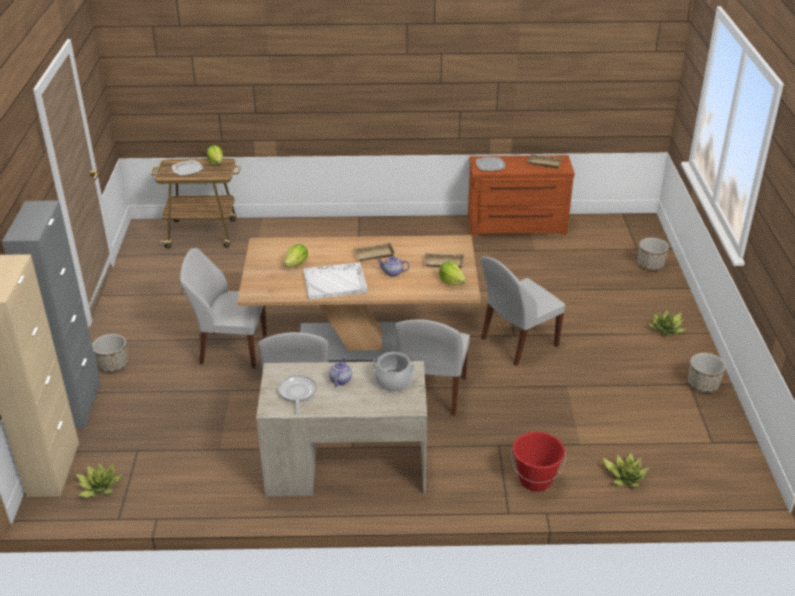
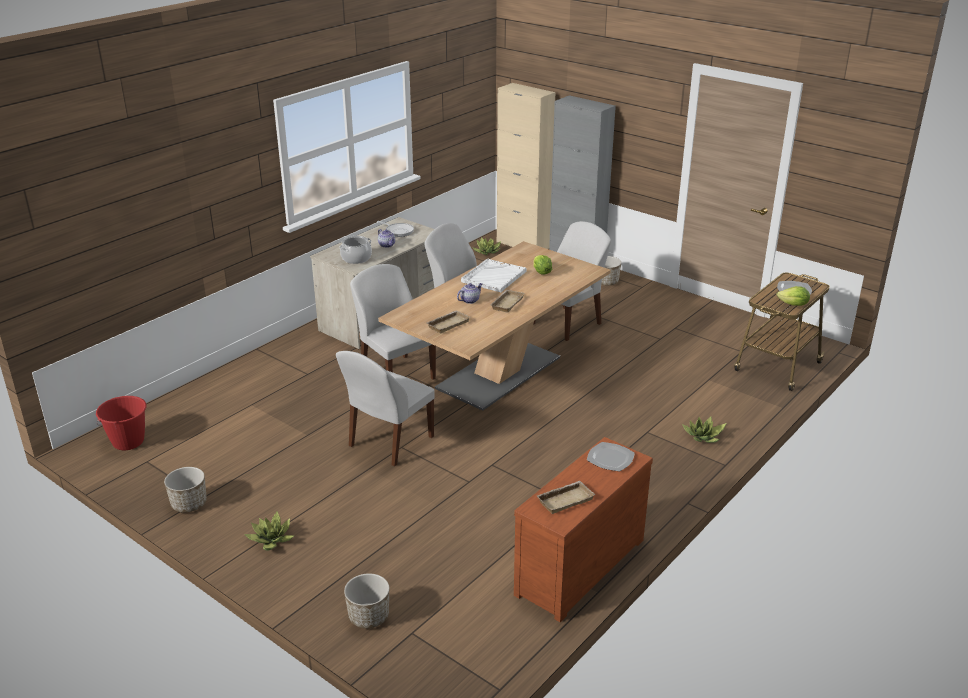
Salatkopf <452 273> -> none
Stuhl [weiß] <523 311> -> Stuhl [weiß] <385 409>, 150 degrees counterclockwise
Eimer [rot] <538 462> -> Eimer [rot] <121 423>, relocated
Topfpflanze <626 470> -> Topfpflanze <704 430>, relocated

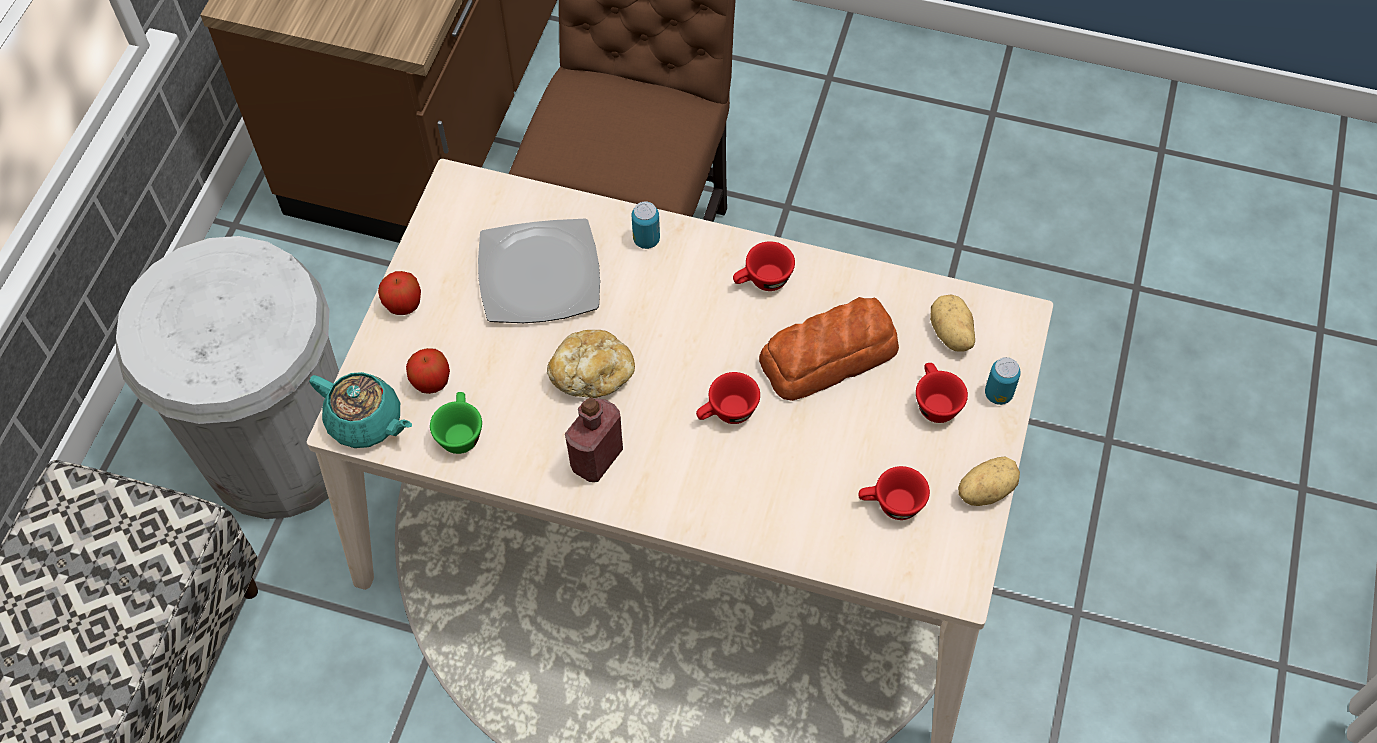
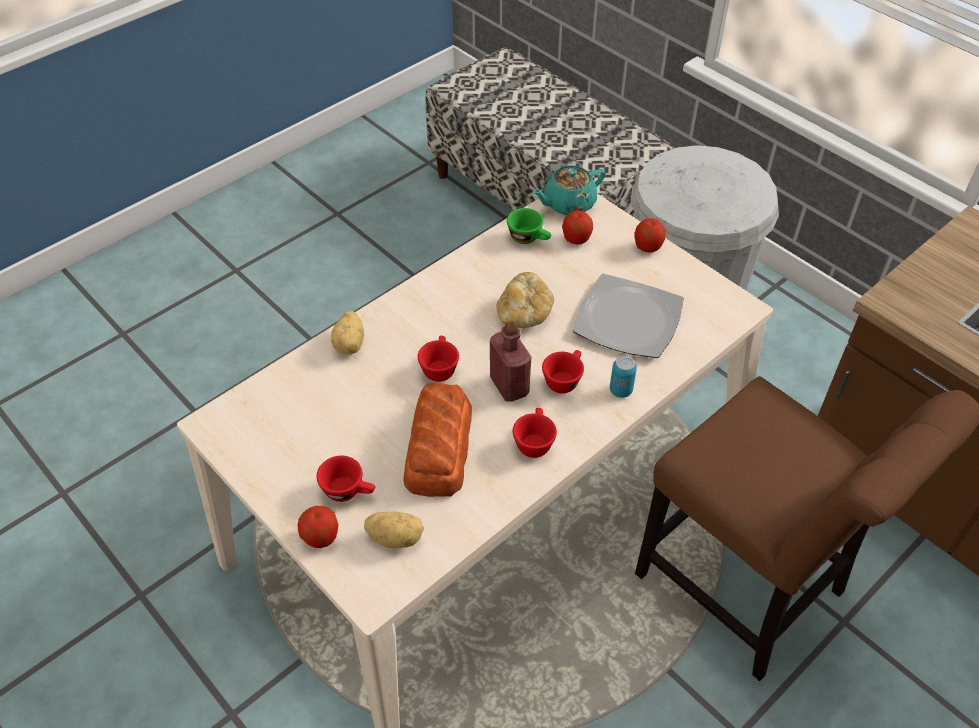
Flasche [rot] <594 440> -> Flasche [rot] <510 361>, relocated
Tasse [rot] <894 493> -> Tasse [rot] <563 371>, relocated
Kartoffel <989 481> -> Kartoffel <347 333>, relocated
Dose <1003 381> -> Apfel <317 527>

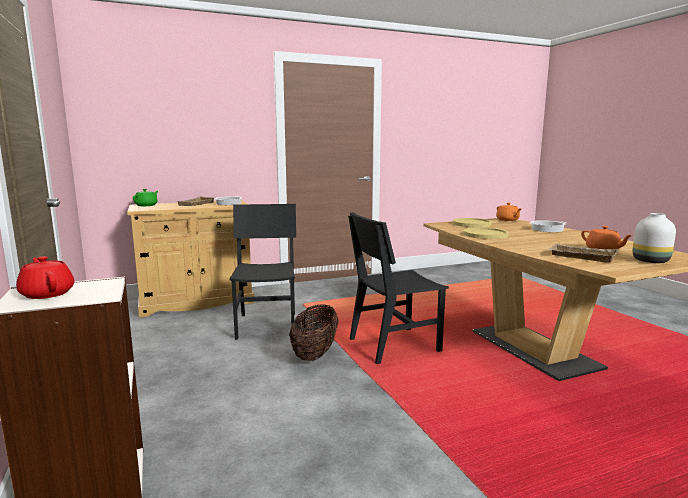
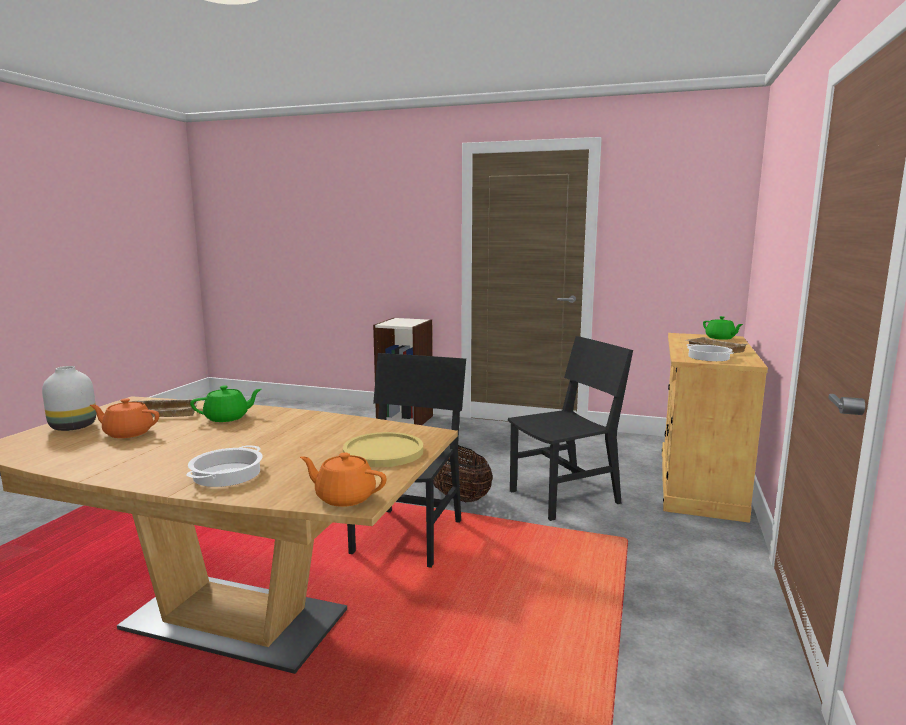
Teekanne [rot] <45 277> -> none
Stuhl [schwarz] <262 272> -> Stuhl [schwarz] <570 428>, 60 degrees counterclockwise
Teller [gelb] <486 233> -> none
none -> Teekanne [grün] <226 404>

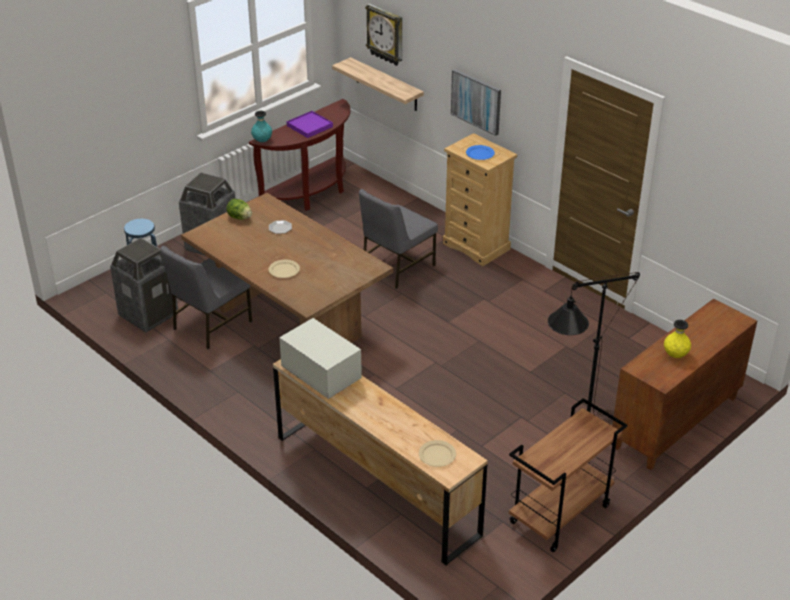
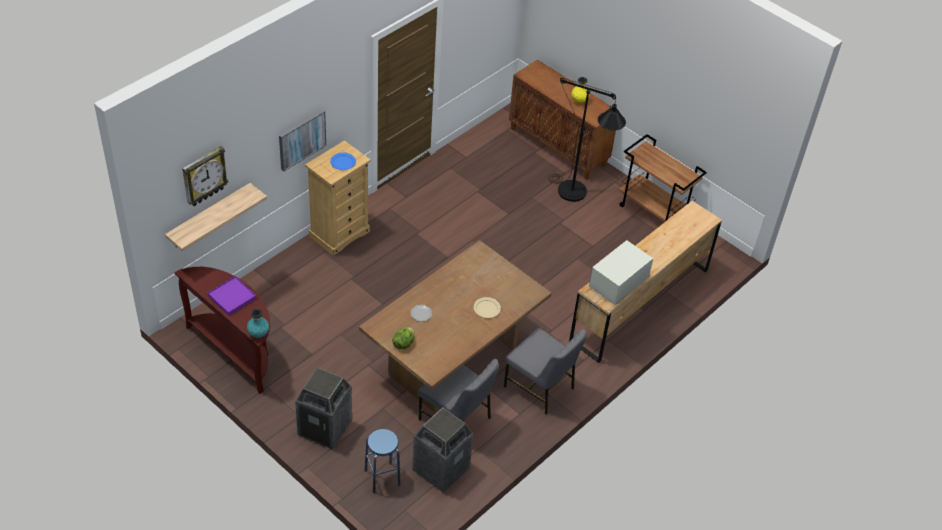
Stuhl [grau] <398 239> -> Stuhl [grau] <545 371>, relocated
Teller [beige] <437 453> -> none

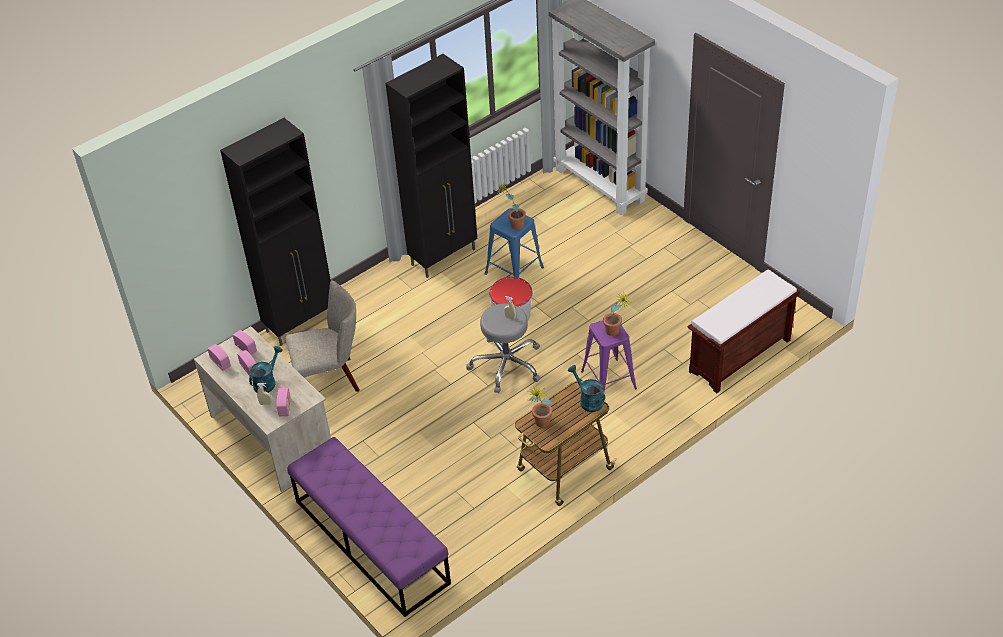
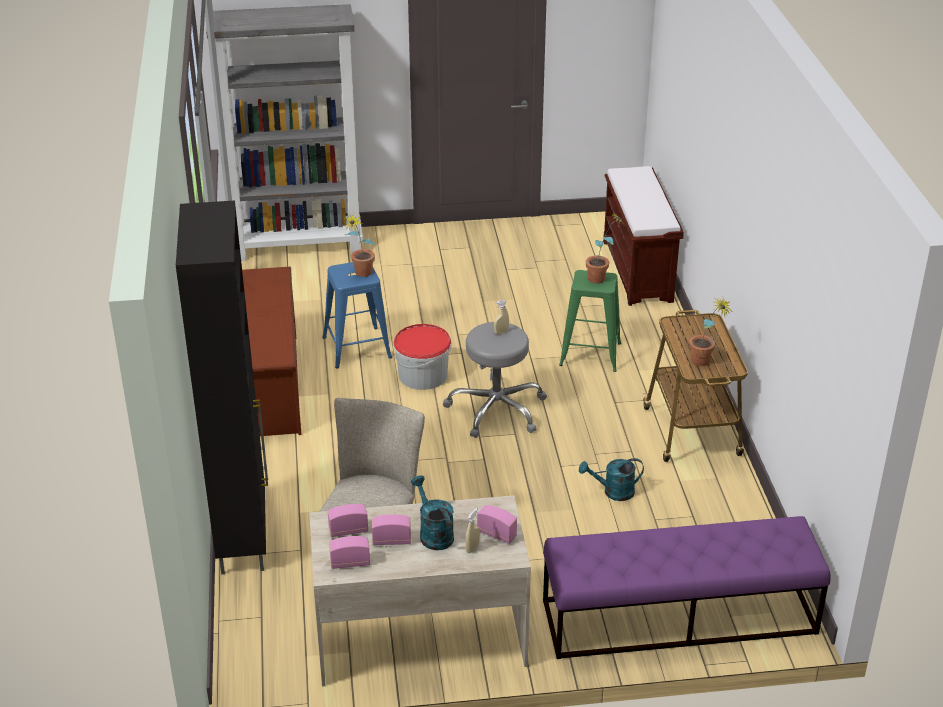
Schrank [schwarz] <431 166> -> Schuhregal [braun] <271 351>
Gießkanne [türkis] <586 388> -> Gießkanne [türkis] <611 479>, relocated
Hocker [lila] <609 355> -> Hocker [grün] <590 321>

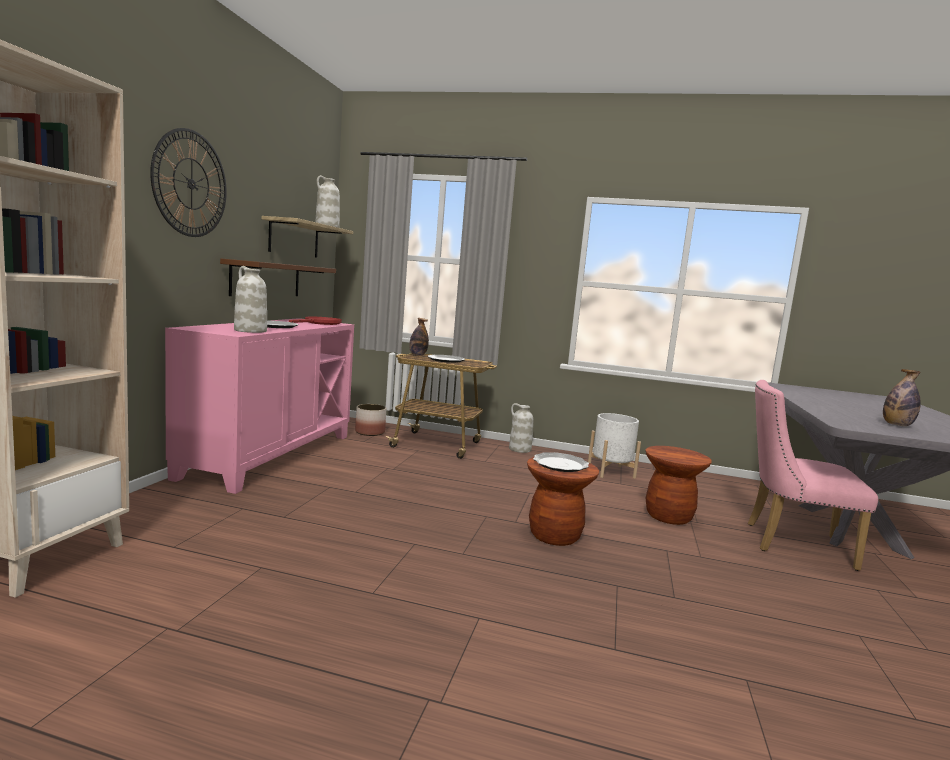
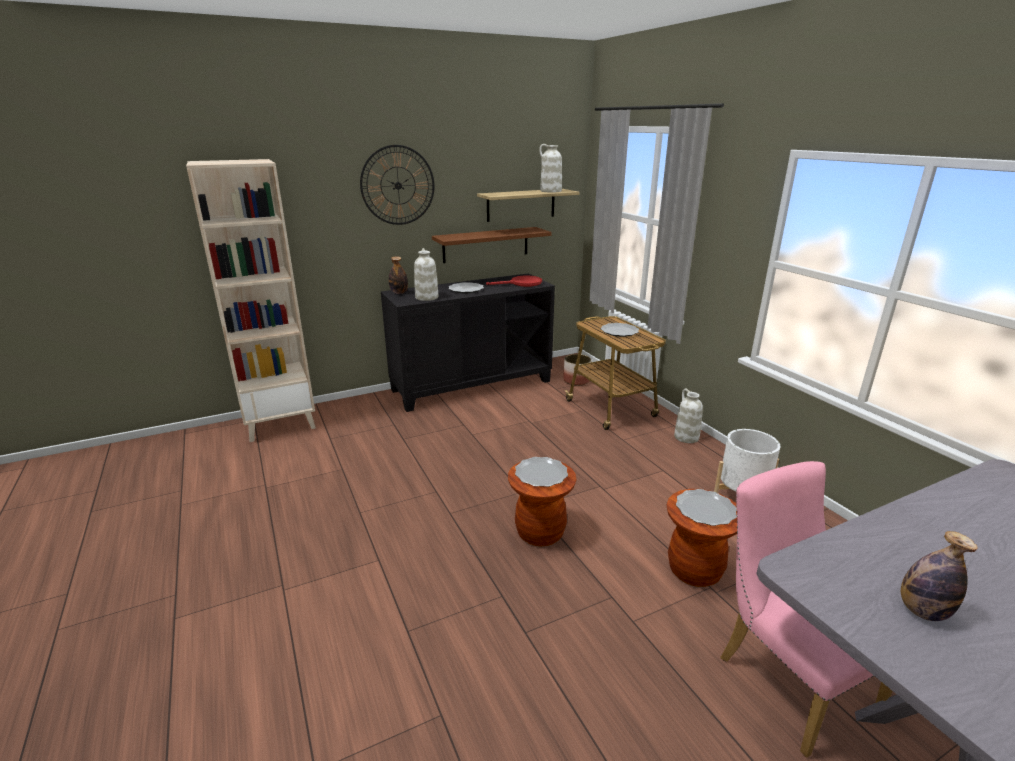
Schrank [rosa] <259 406> -> Schrank [schwarz] <468 342>
Flasche <419 336> -> Flasche <398 275>, relocated
none -> Teller <706 507>

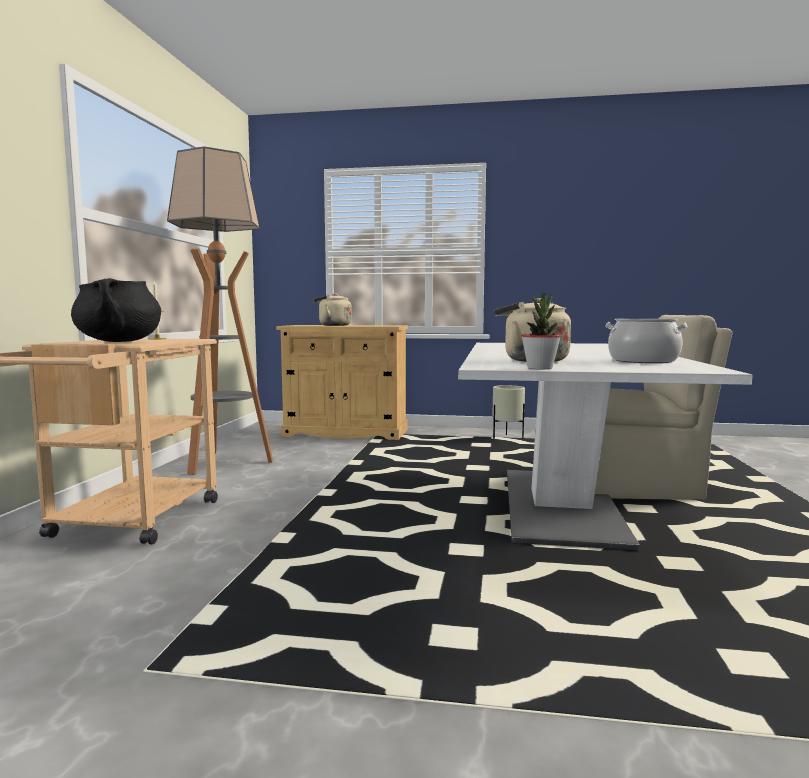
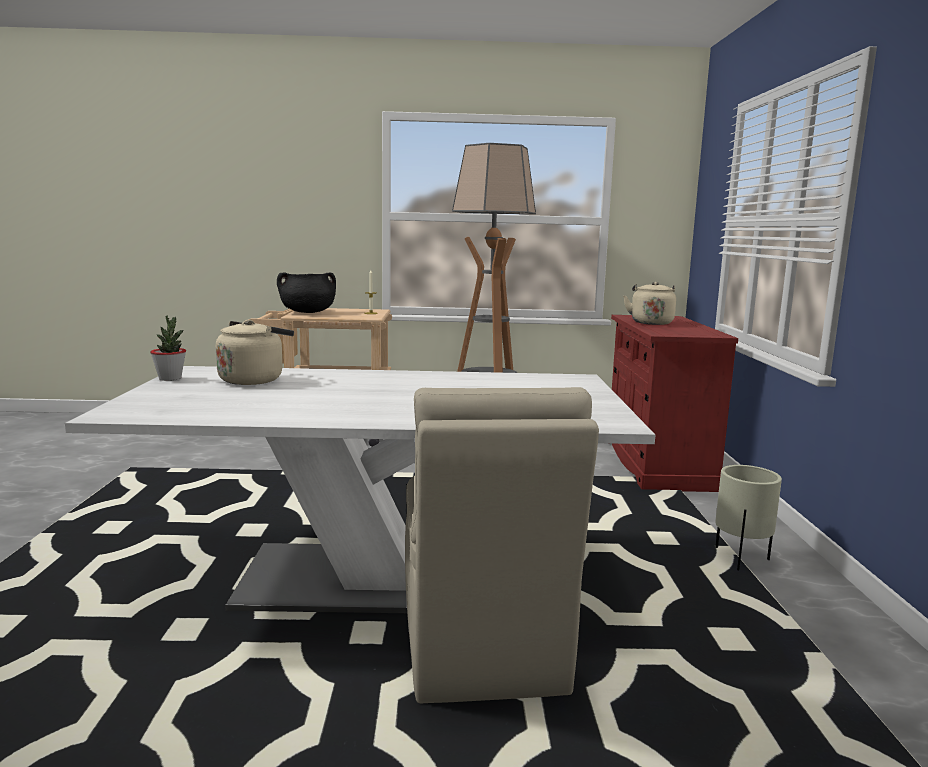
Schrank [beige] <342 382> -> Schrank [rot] <673 403>
Kochtopf <646 341> -> none

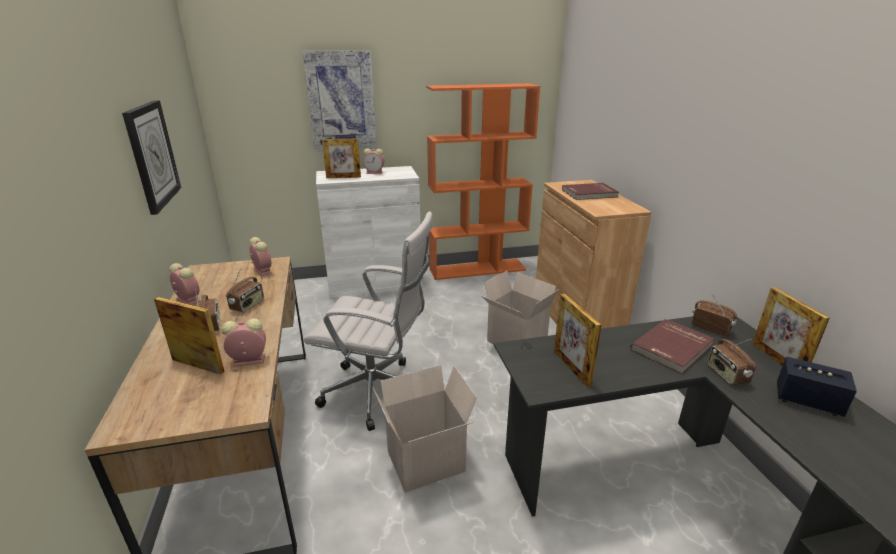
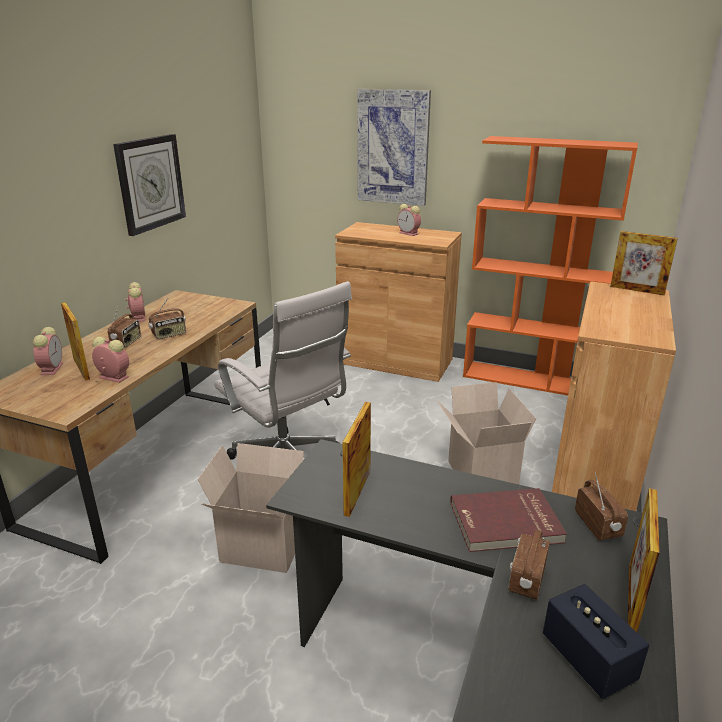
Wecker <260 256> -> Wecker <48 351>, relocated
Schrank [weiß] <369 232> -> Schrank [braun] <398 302>
Bilderrahmen <341 158> -> Bilderrahmen <644 263>, relocated
Buch [rot] <590 191> -> none

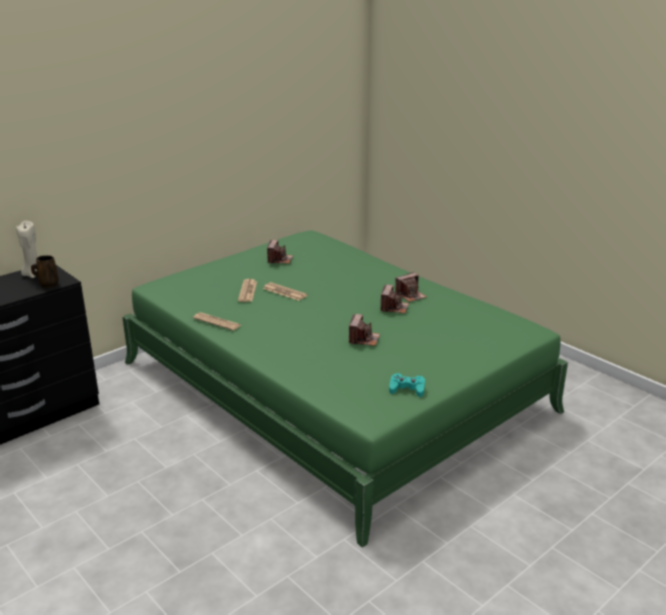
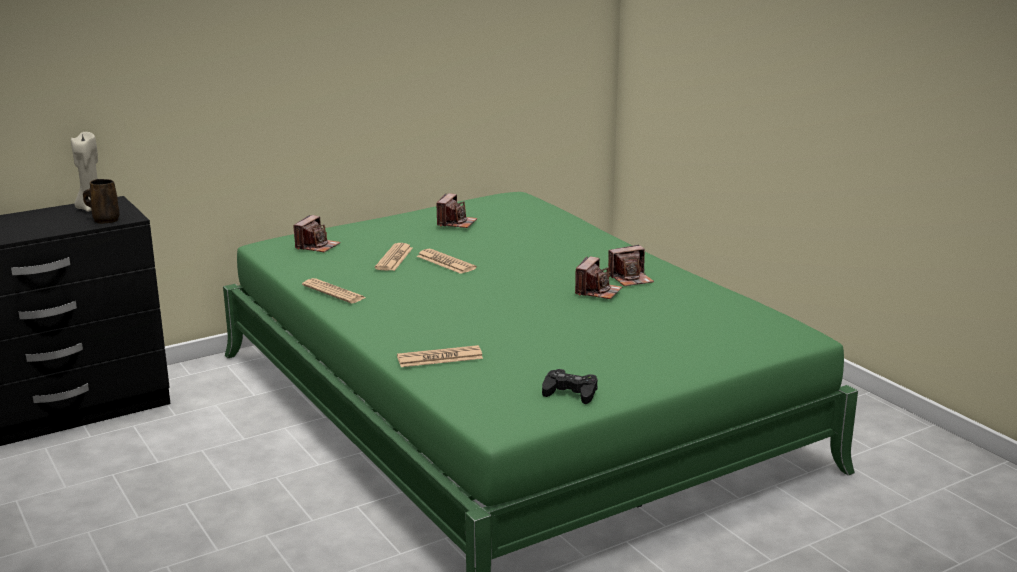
Kamera <364 330> -> Kamera <317 233>, relocated
Gamepad [türkis] <407 385> -> Gamepad [schwarz] <570 386>
none -> Zeitung <440 356>

